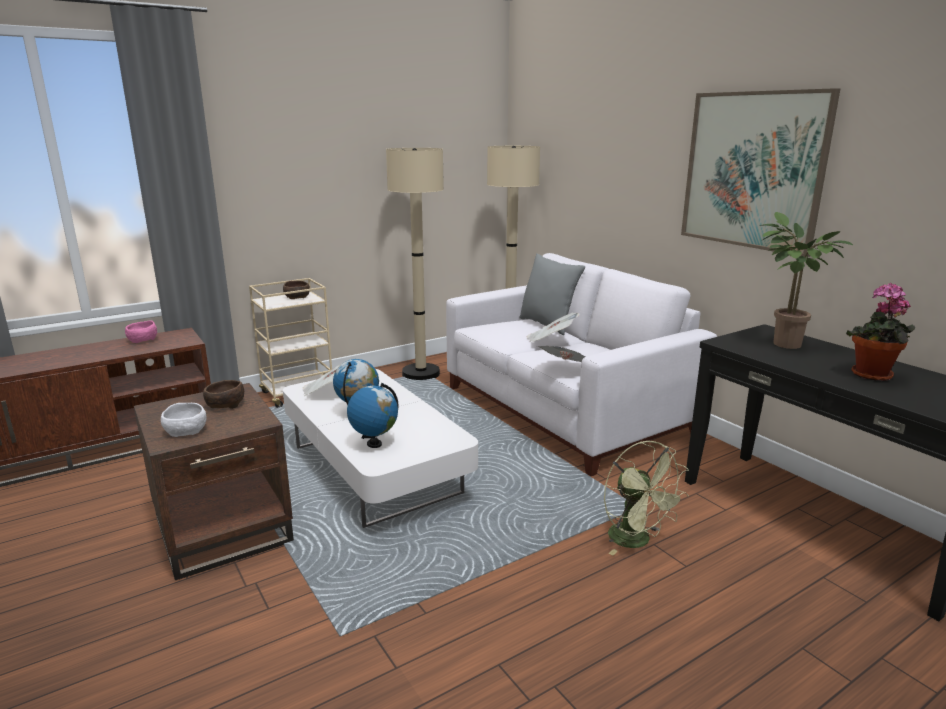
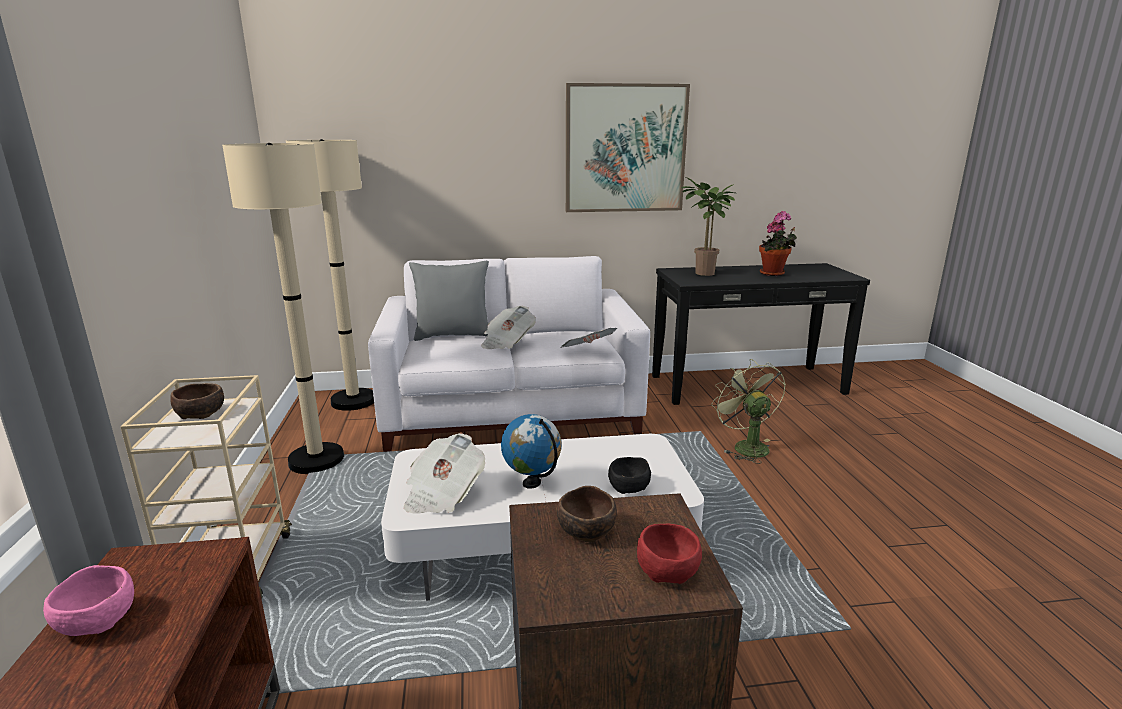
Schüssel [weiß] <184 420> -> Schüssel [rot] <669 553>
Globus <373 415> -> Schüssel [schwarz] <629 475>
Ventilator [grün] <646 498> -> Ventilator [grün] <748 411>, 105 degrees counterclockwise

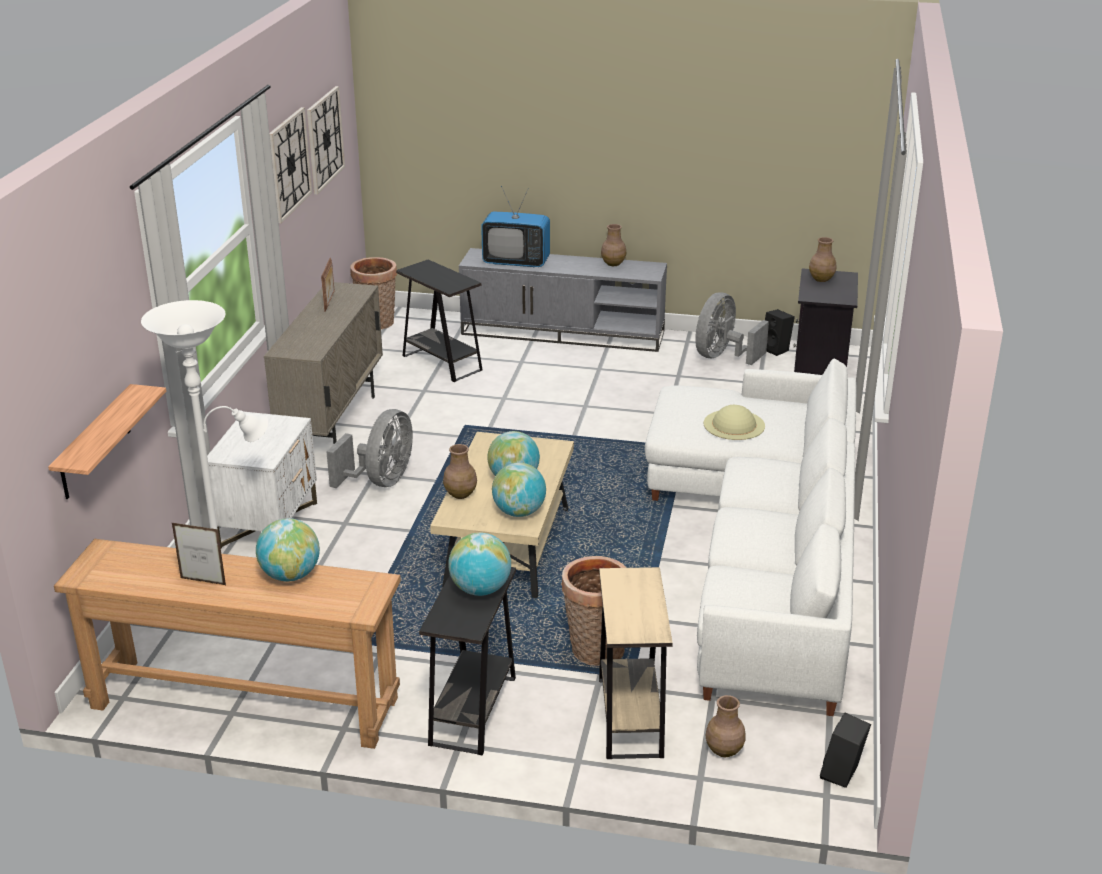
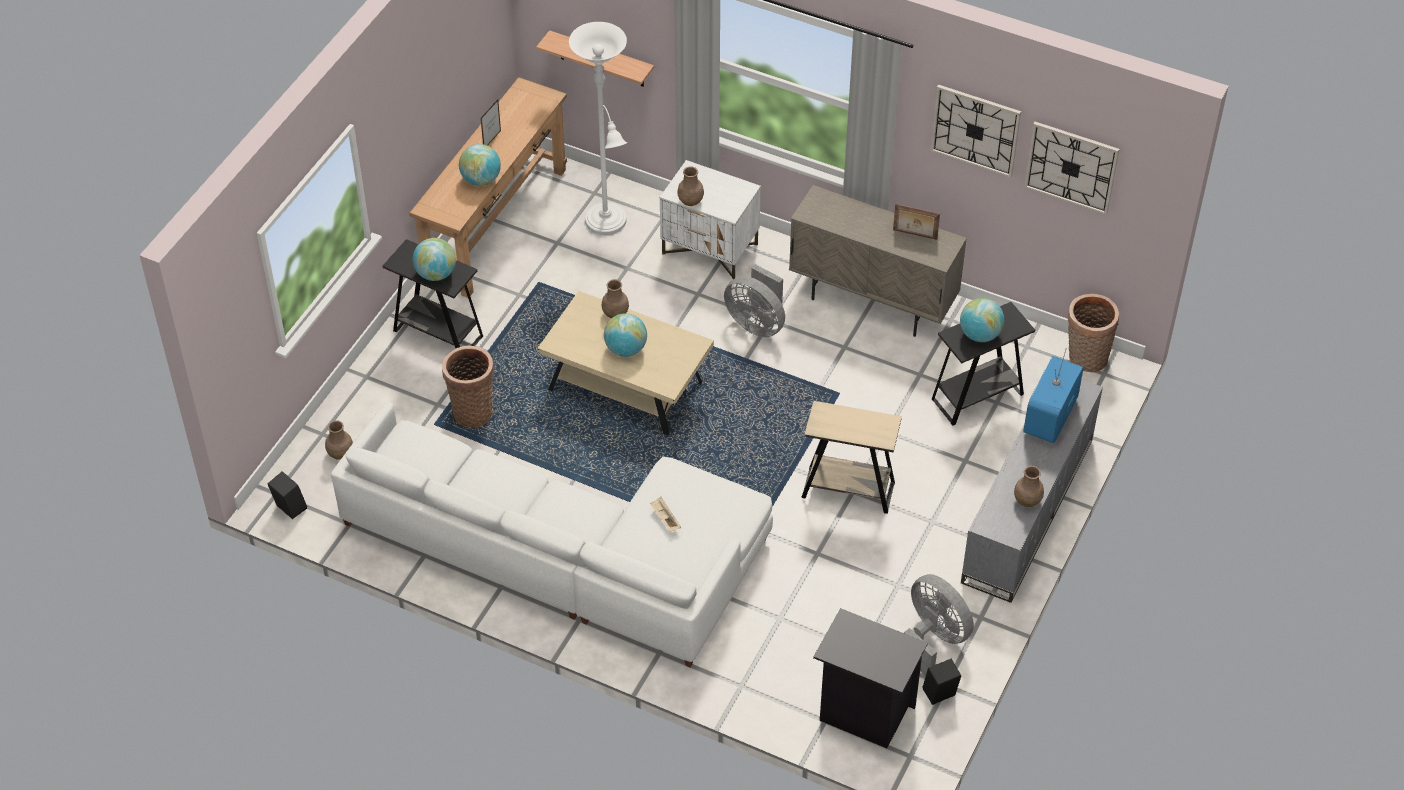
Globus <519 490> -> Globus <982 320>, relocated
Beistelltisch [beige] <636 663> -> Beistelltisch [beige] <851 457>, relocated
Hut [beige] <734 422> -> Tablett [beige] <665 514>
Vase [braun] <822 259> -> Vase [braun] <690 186>, relocated

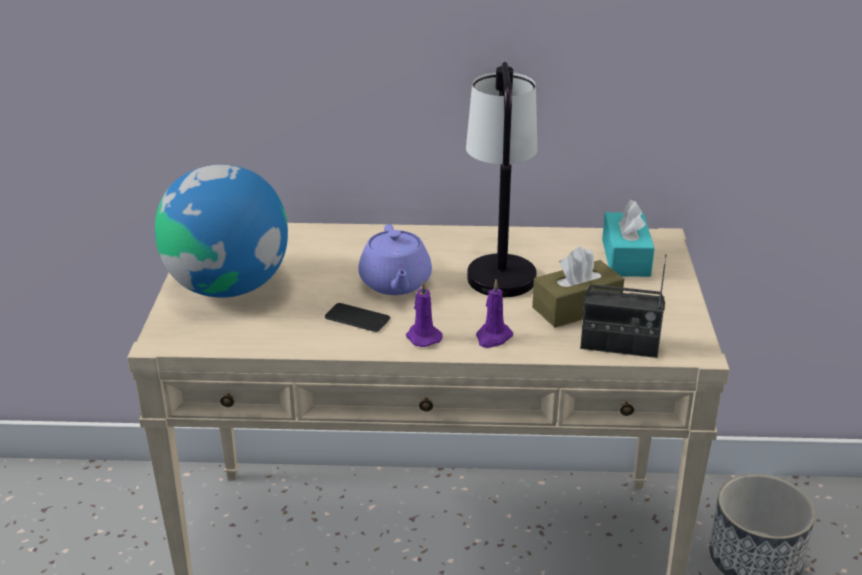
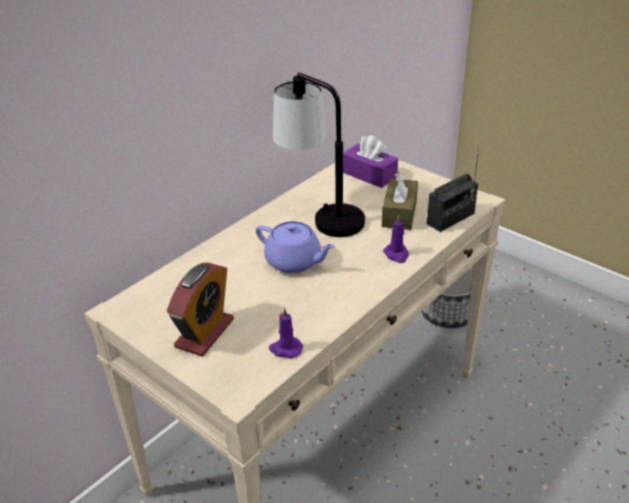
Globus <221 231> -> Wecker <200 309>
Handy <357 317> -> none
Kerze [lila] <424 313> -> Kerze [lila] <286 332>, relocated
Taschentuchbox [türkis] <628 238> -> Taschentuchbox [lila] <370 161>

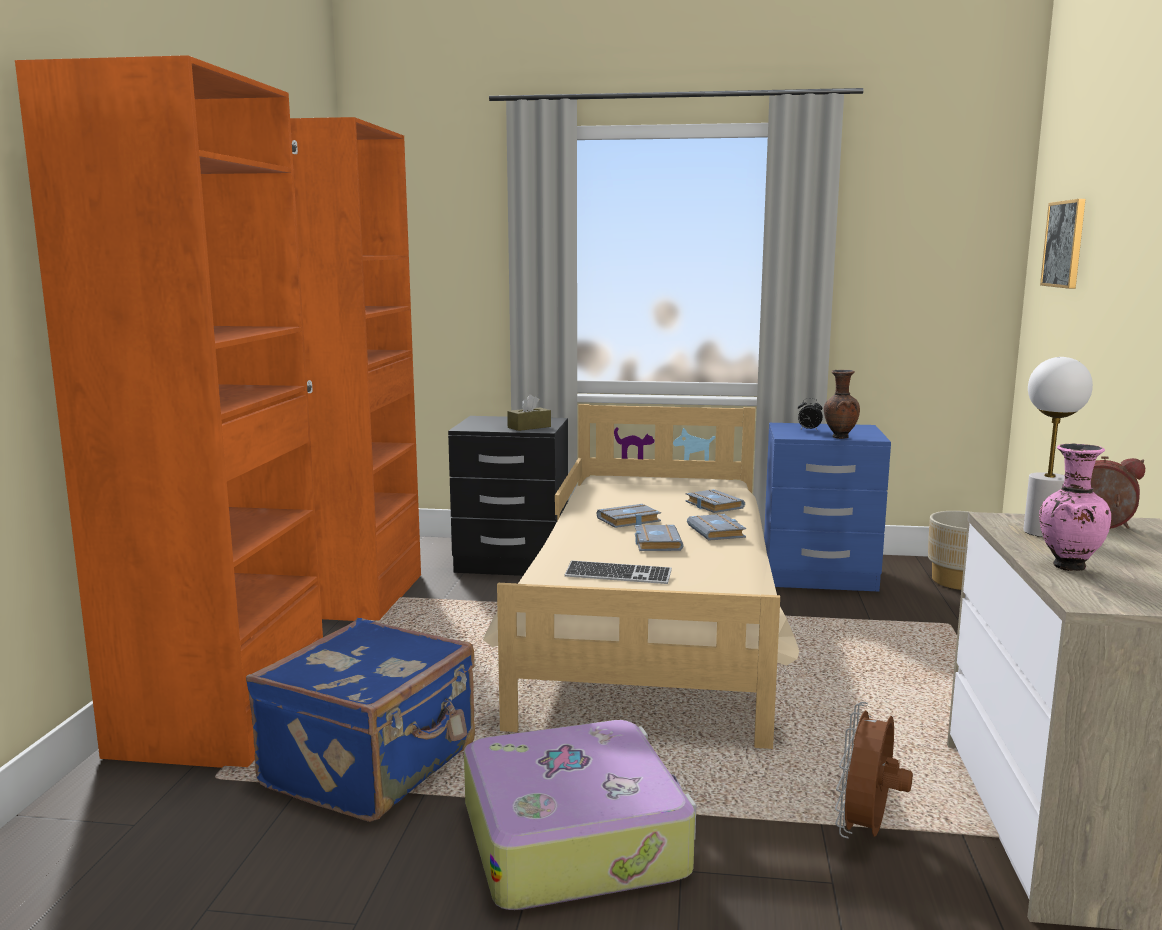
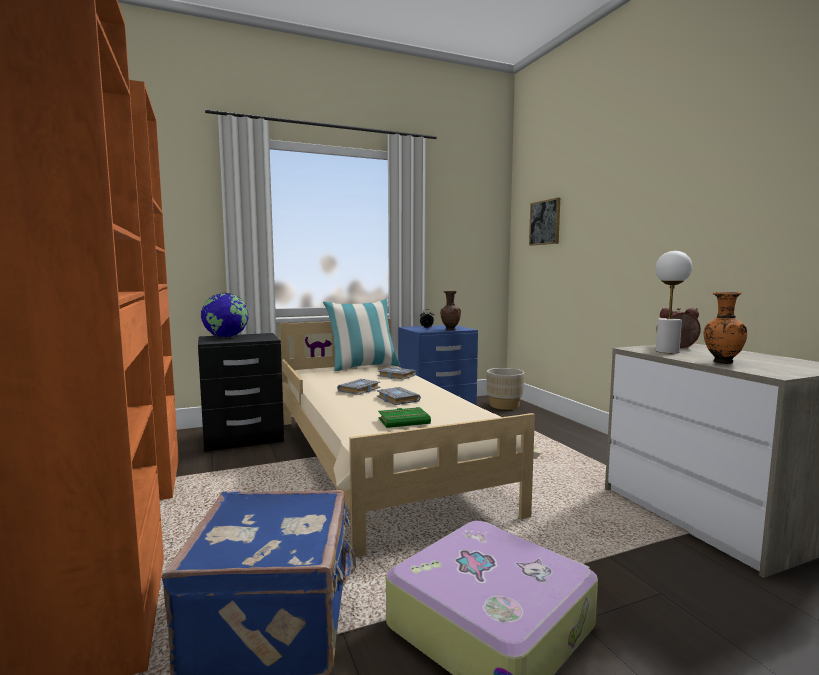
Taschentuchbox [braun] <529 412> -> none
Tastatur <618 572> -> Buch [grün] <404 417>
Buch [grau] <716 527> -> none
Ventilator [braun] <874 770> -> none
Vase [rosa] <1075 507> -> Vase [orange] <725 328>
none -> Globus <225 315>
none -> Kissen <362 335>

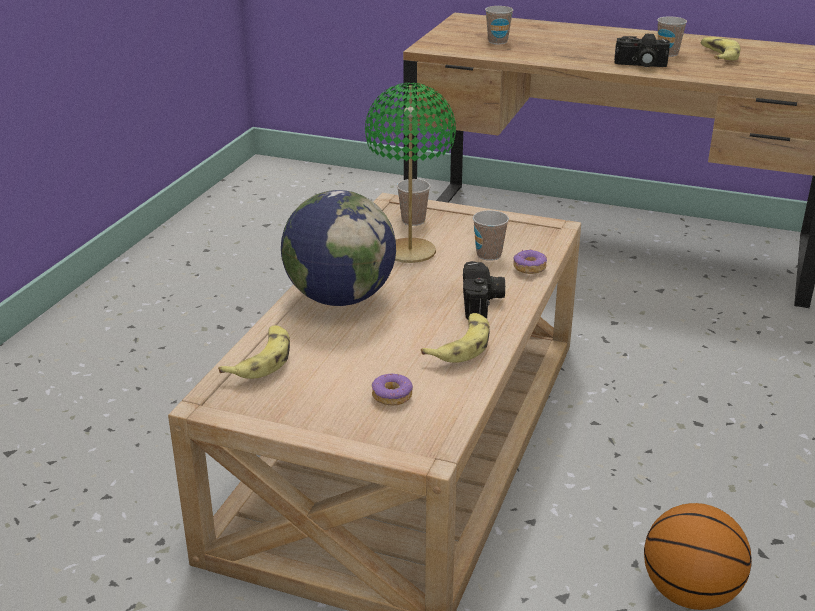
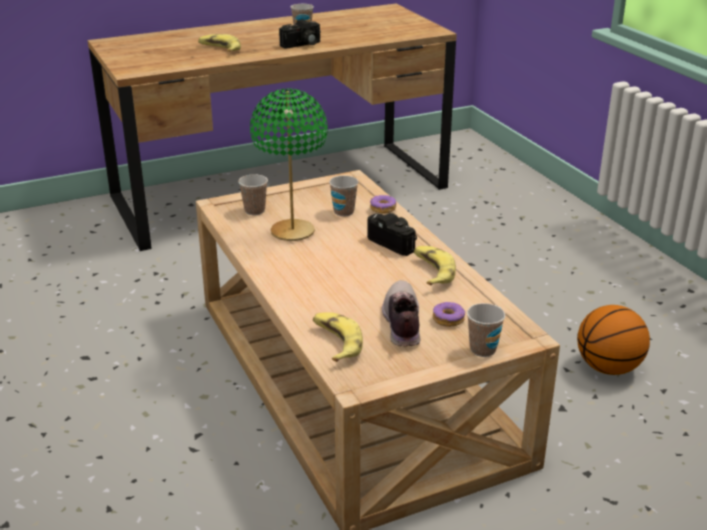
Globus <338 248> -> none
Tasse <499 25> -> Tasse <486 330>, relocated
Banane <720 48> -> Banane <219 43>, relocated
none -> Schuh <401 313>

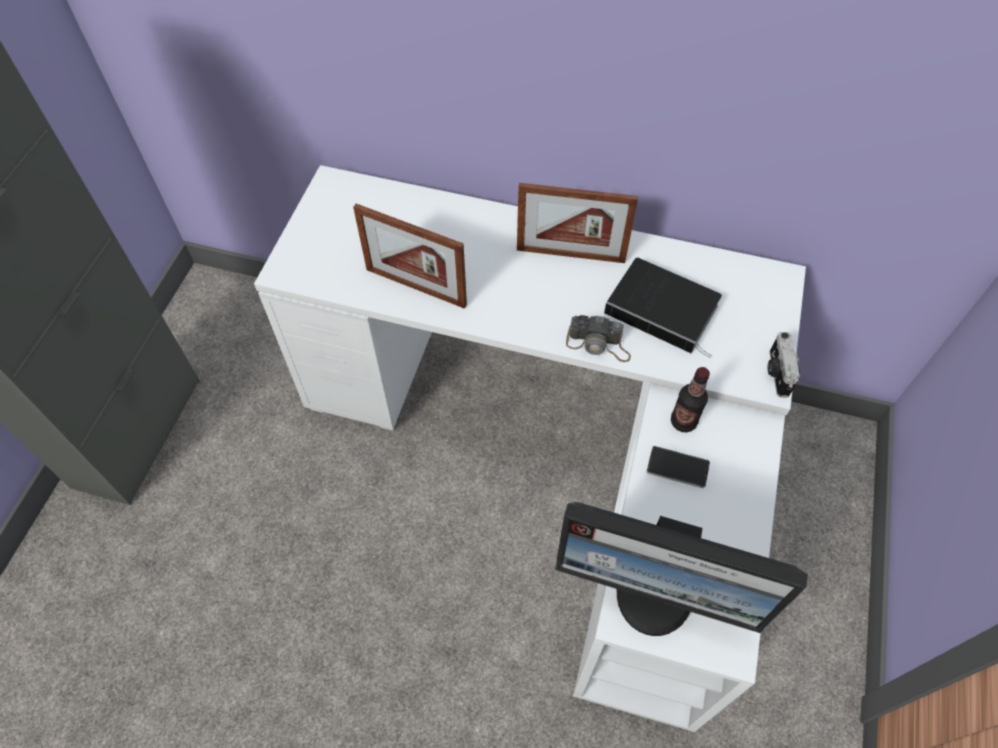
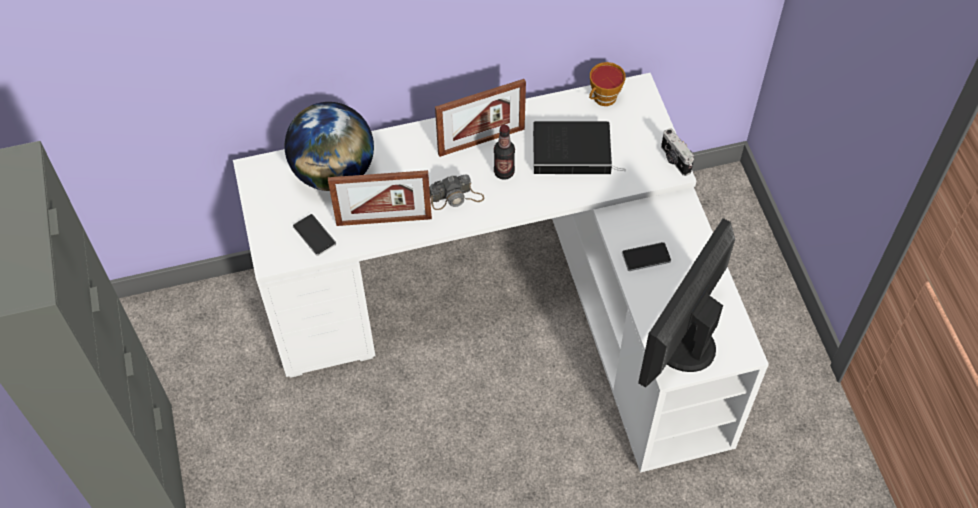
Monitor <681 569> -> Monitor <686 302>, 135 degrees clockwise
Kamera <598 338> -> Kamera <456 192>, relocated
Flasche <690 399> -> Flasche <504 152>, relocated
none -> Globus <329 146>
none -> Handy <314 235>
none -> Tasse <607 84>

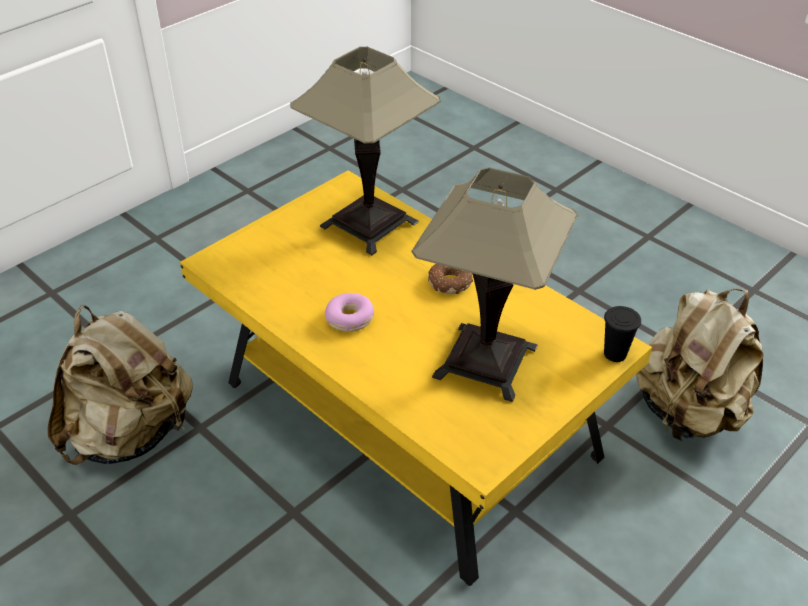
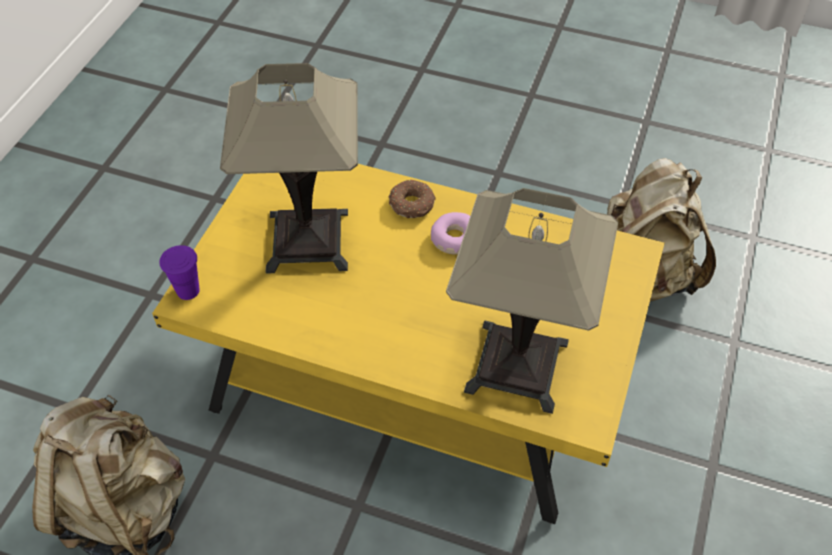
Donut <450 279> -> Donut <412 198>, relocated
Tasse [schwarz] <622 334> -> Tasse [lila] <179 272>

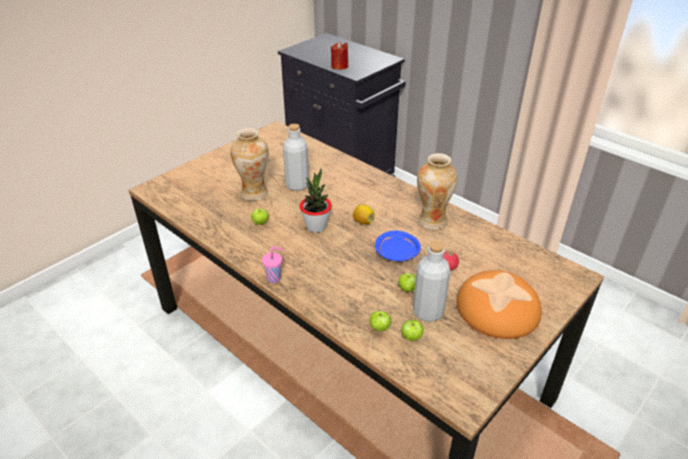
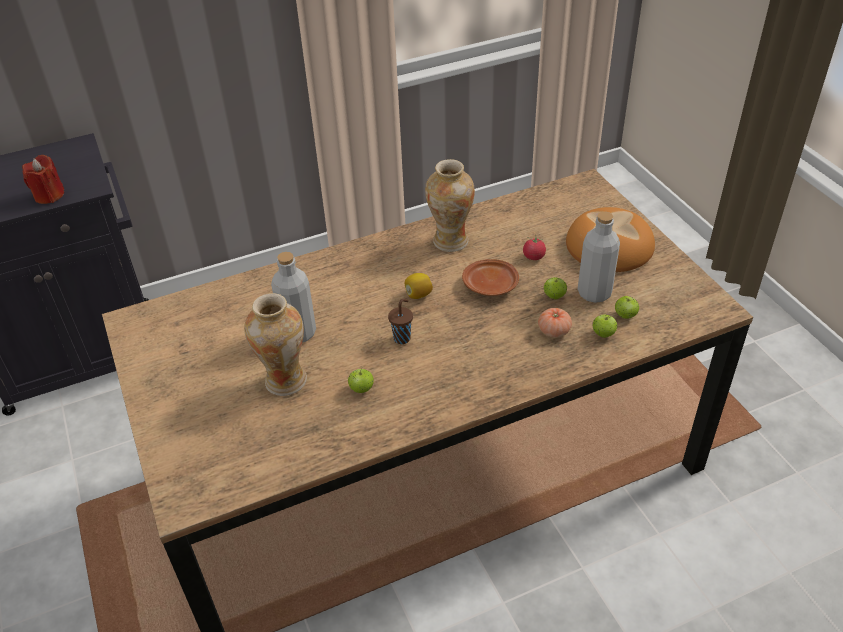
Tasse [rosa] <272 264> -> none
Topfpflanze <315 201> -> Tasse [braun] <400 321>
Teller [blau] <398 246> -> Teller [braun] <490 277>
none -> Tomate <555 323>

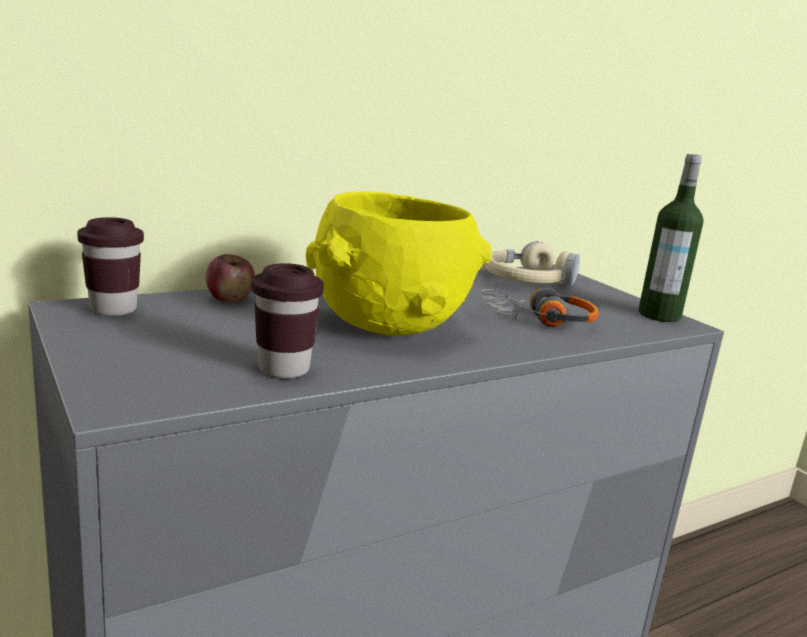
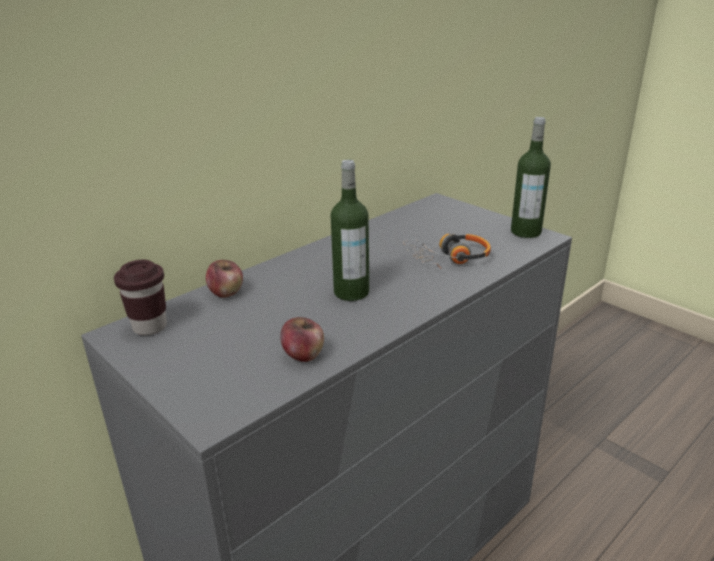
Tasse [braun] <287 320> -> Apfel <302 339>
Schüssel [gelb] <399 264> -> Flasche <350 230>
Kopfhörer [beige] <532 263> -> none

